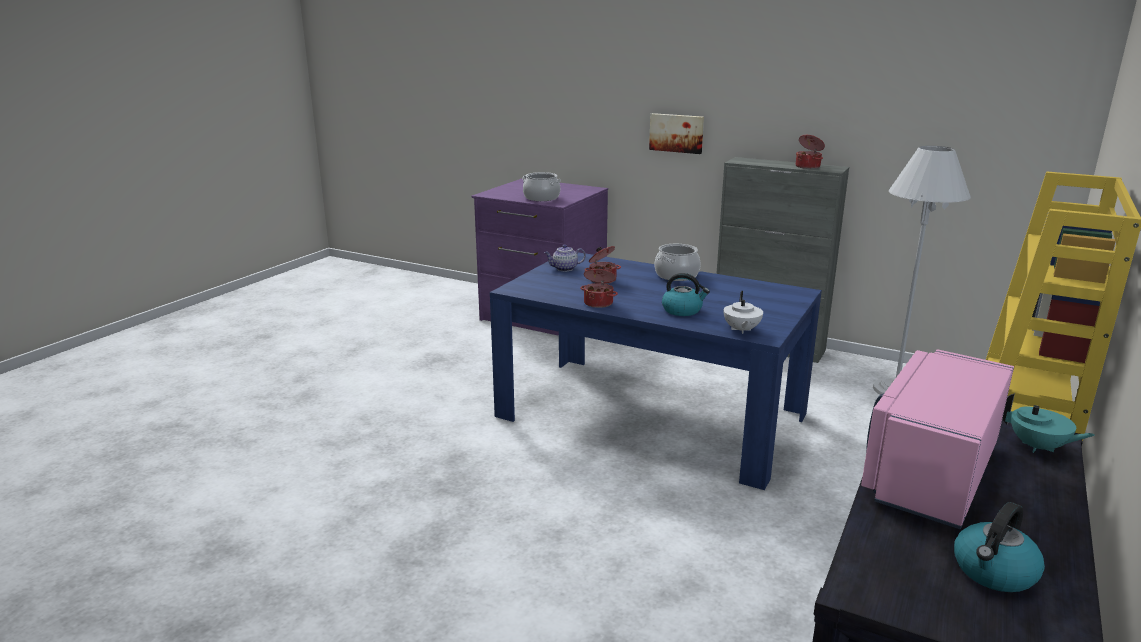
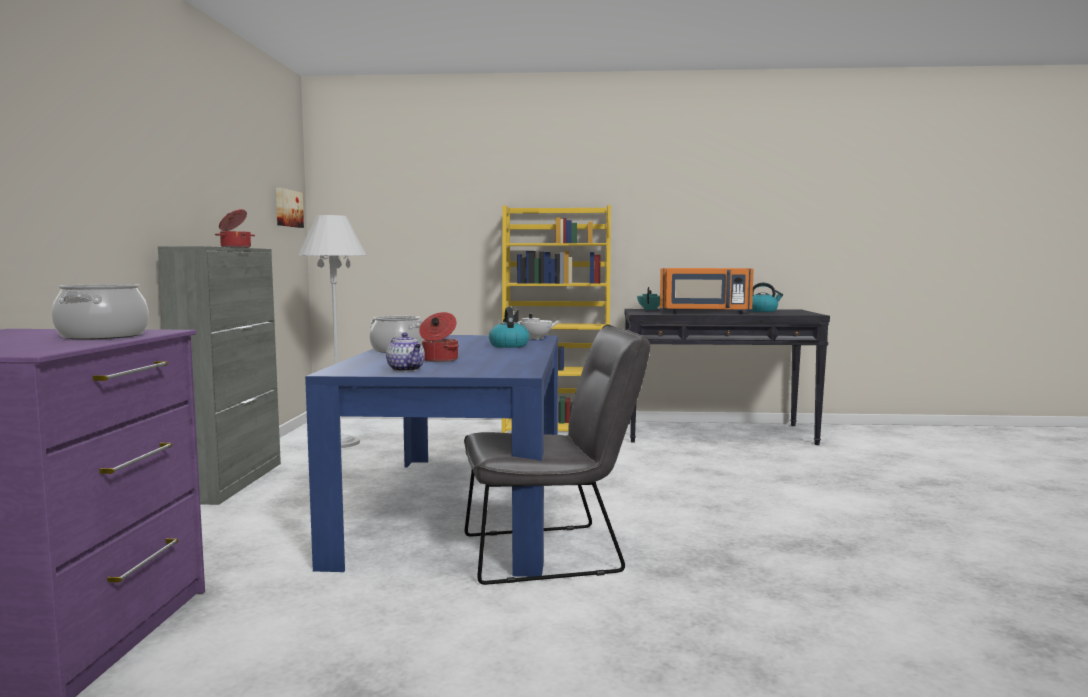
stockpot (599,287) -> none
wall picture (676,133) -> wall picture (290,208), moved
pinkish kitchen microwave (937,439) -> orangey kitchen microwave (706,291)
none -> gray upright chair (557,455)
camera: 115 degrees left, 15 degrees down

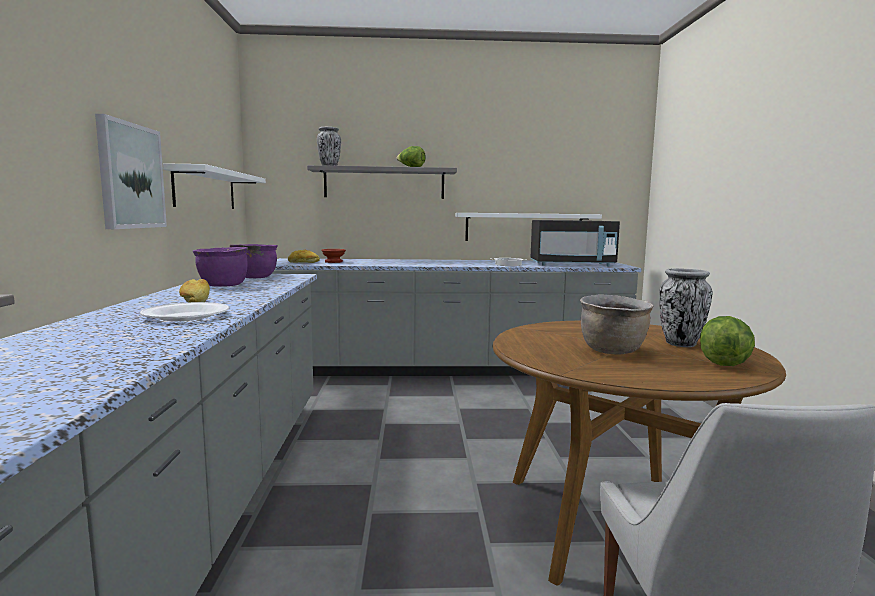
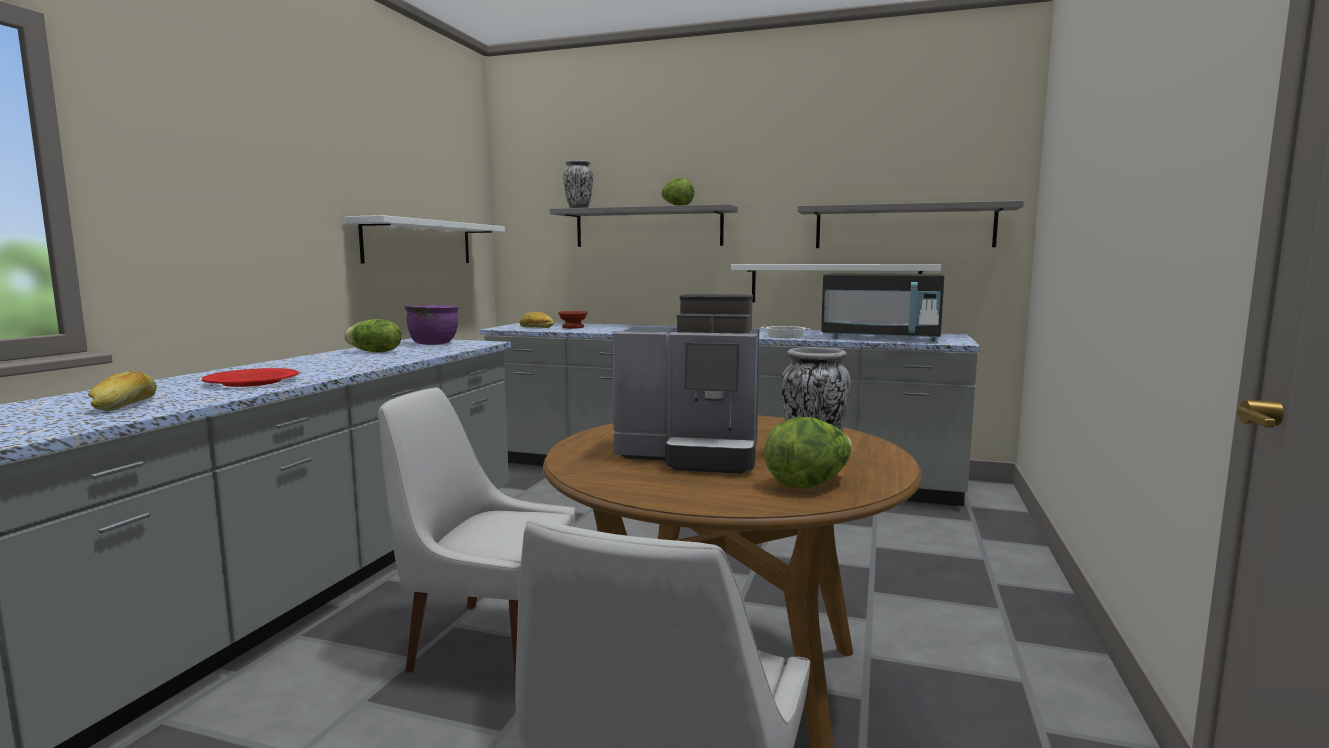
wall picture (131,171) -> none
white dinner plate (184,311) -> red dinner plate (250,377)
bakery bread (194,291) -> bakery bread (122,391), moved
purple stockpot (220,267) -> head of lettuce (373,335)
brownish stockpot (617,324) -> coffee brewer (685,384)
none -> white upright chair (476,533)
none -> gray bracket shelf (911,224)
camera: 20 degrees right, 0 degrees up

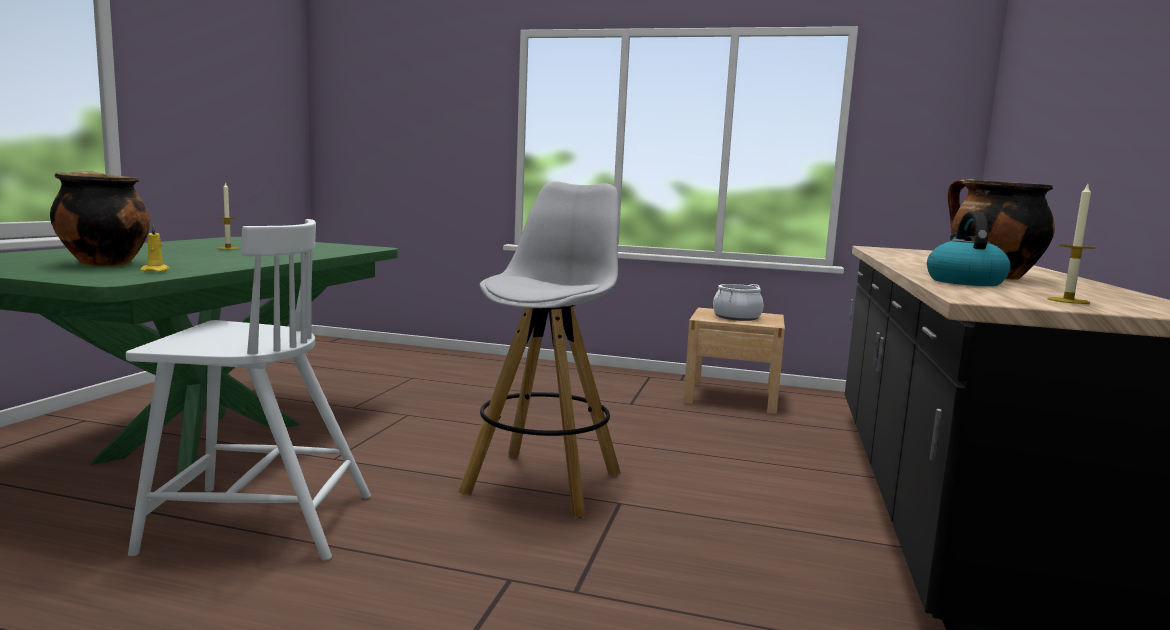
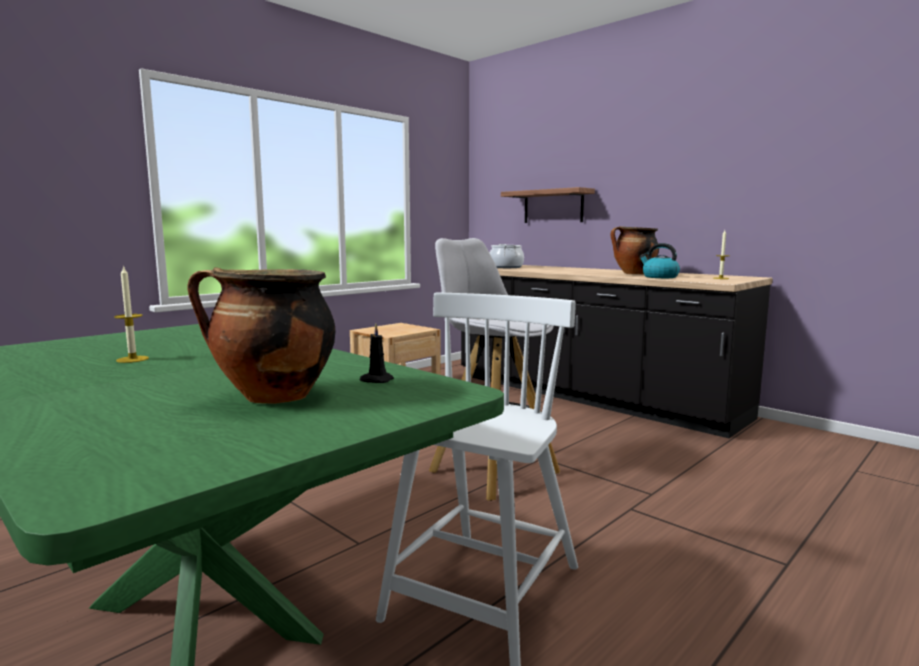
yellow-coloured wax candle (155,248) -> blackish wax candle (377,353)
stockpot (738,302) -> stockpot (507,256), moved
none -> bracket shelf (548,205)
camera: 60 degrees left, 0 degrees up

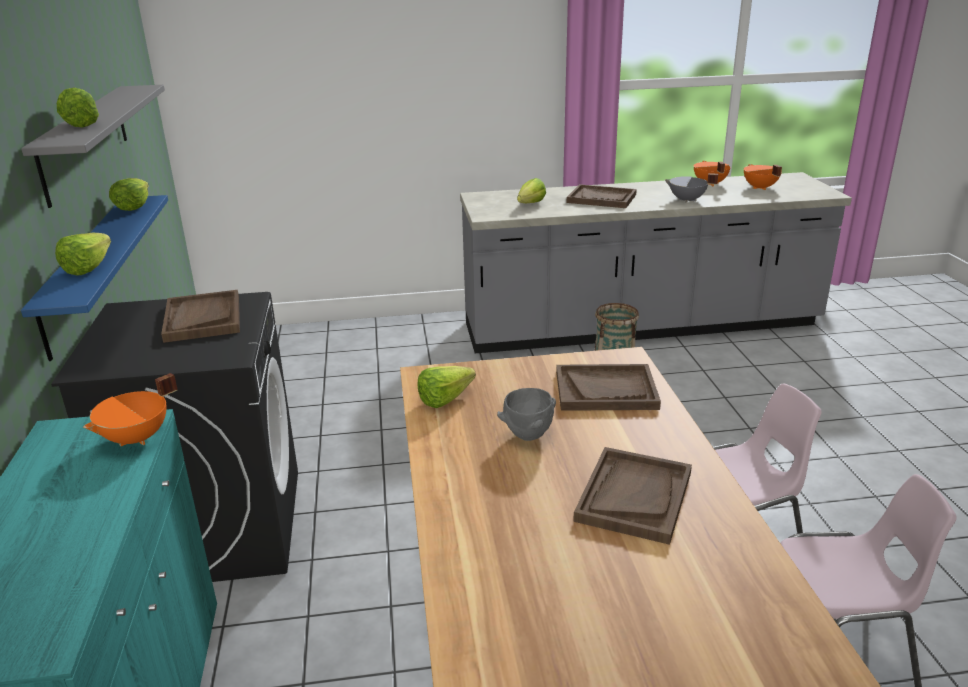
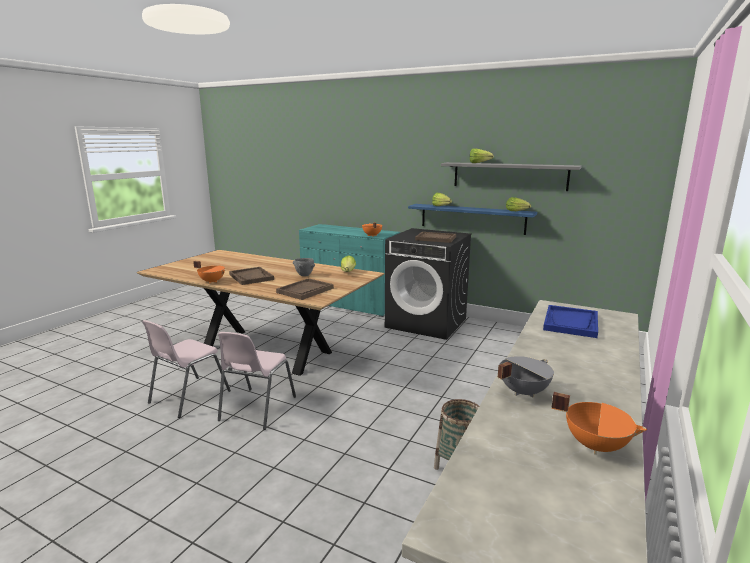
head of lettuce (531,190) -> bluish carrying tray (570,321)
brownish carrying tray (602,196) -> none
orangey stockpot (763,177) -> orangey stockpot (209,272), moved
camera: 125 degrees right, 10 degrees down

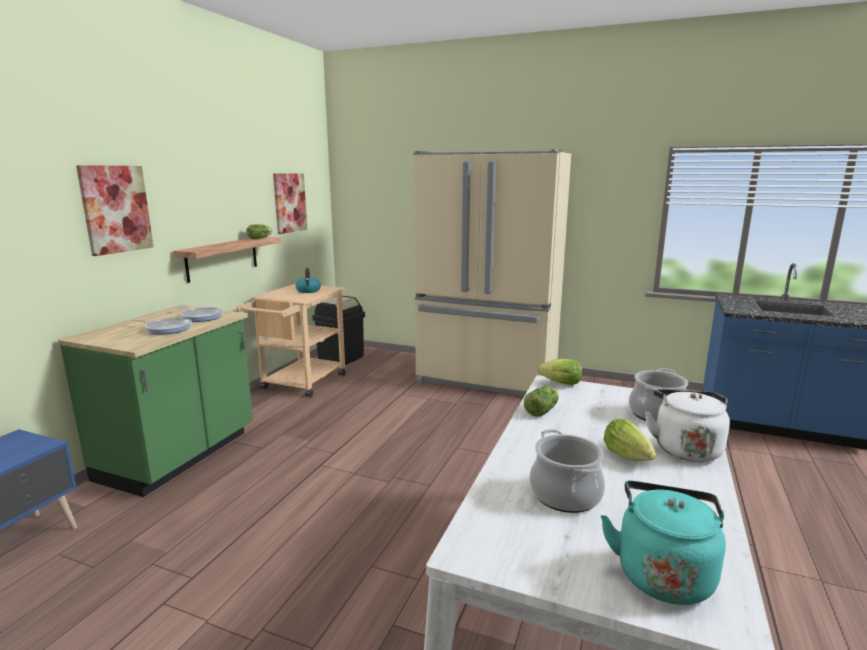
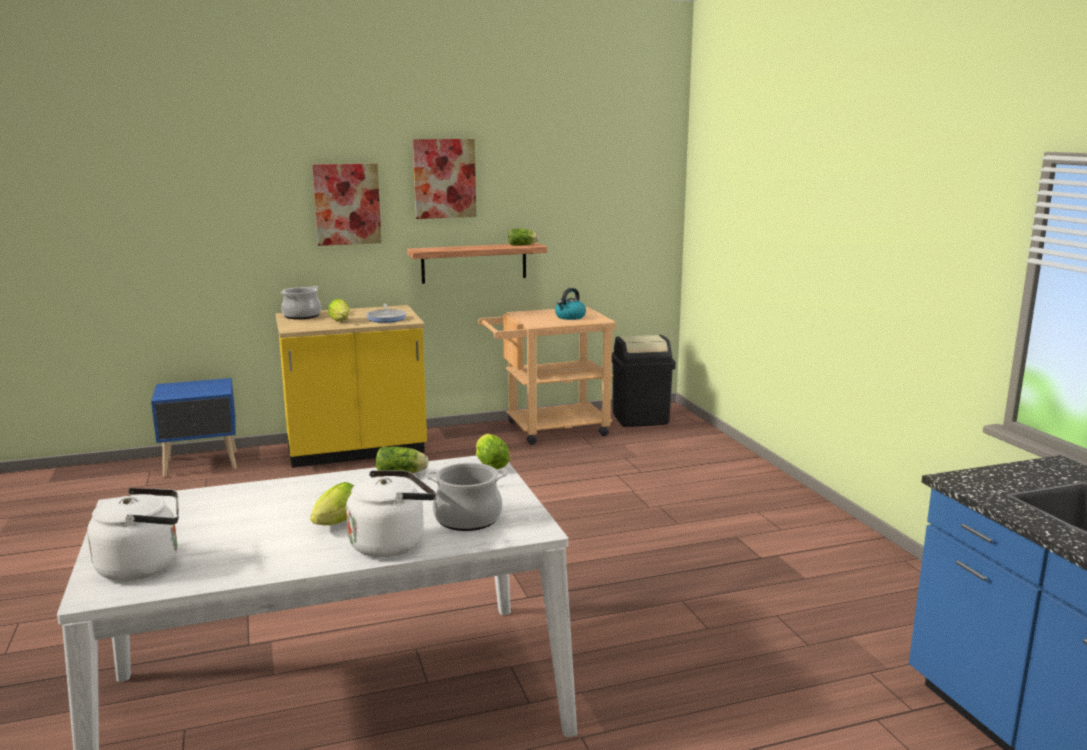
green-coloured counter (155,401) -> yellow-coloured counter (351,386)
pan (162,326) -> head of lettuce (339,310)
wall picture (290,203) -> wall picture (444,179), moved
beige fridge (492,272) -> none
stockpot (567,471) -> stockpot (300,302), moved
blue-green water kettle (663,542) -> white water kettle (133,534)
camera: 50 degrees right, 0 degrees up

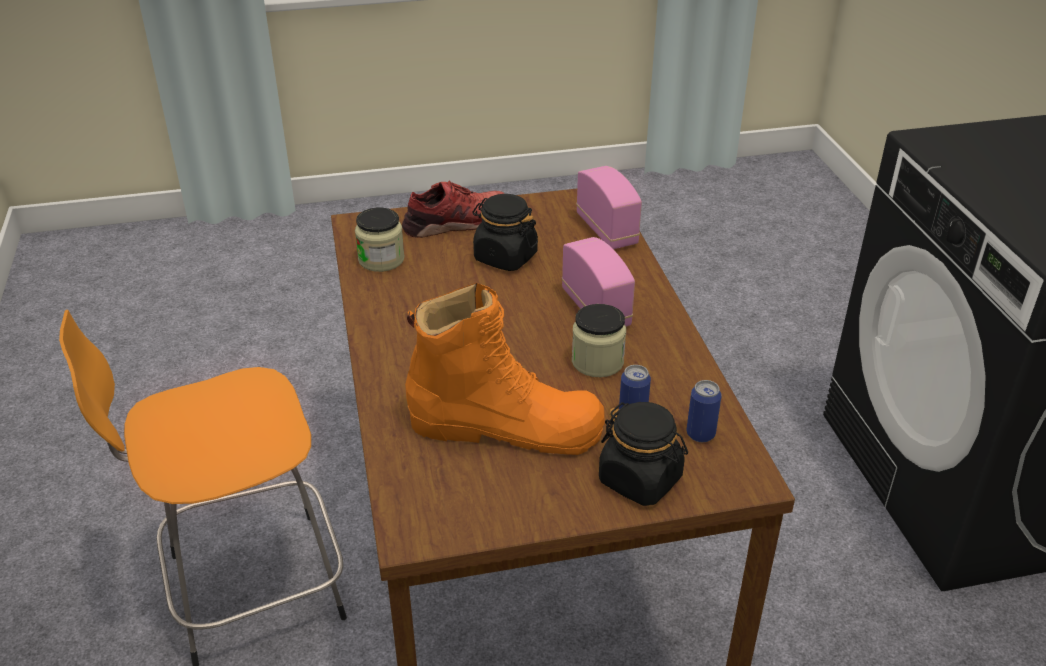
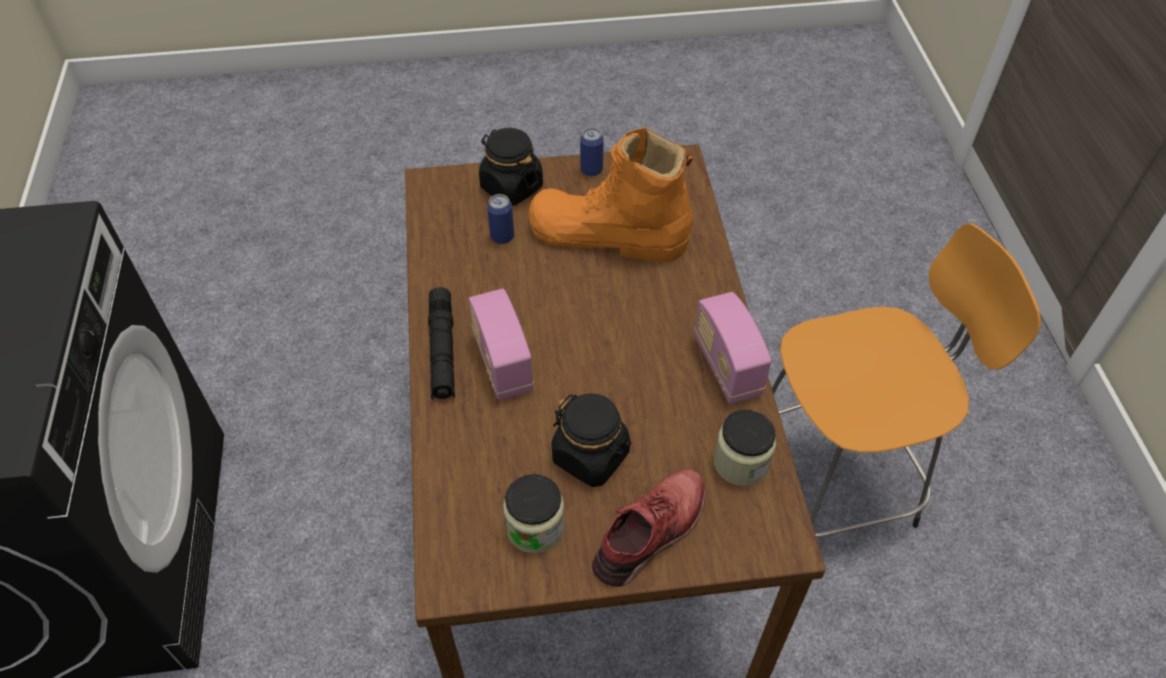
red shoe (453,209) -> red shoe (648,527), 150 degrees clockwise
storage jar (599,340) -> storage jar (534,513), moved
radio (609,207) -> radio (732,348), moved
sealed can (704,411) -> sealed can (592,152), moved
none -> blackish torch (441,343)
camera: 175 degrees left, 15 degrees up

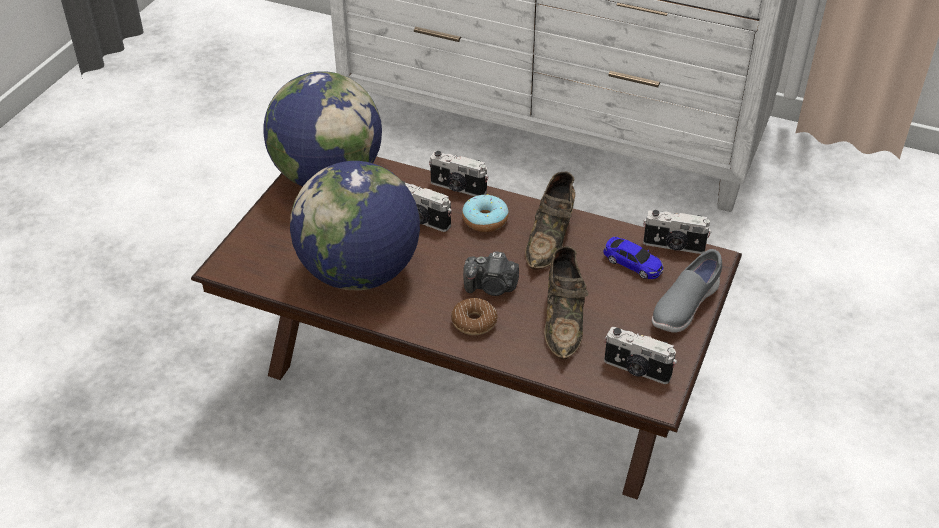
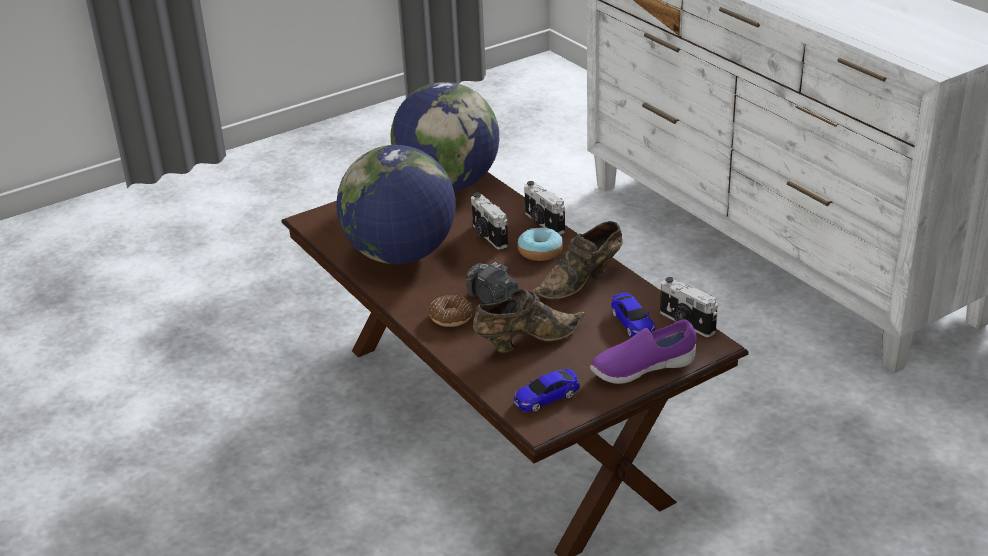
brownish shoe (566,303) -> brownish shoe (529,321), 150 degrees counterclockwise
photo camera (640,355) -> model car (547,390)
gray shoe (687,291) -> purple shoe (643,351)
camera: 35 degrees right, 10 degrees down

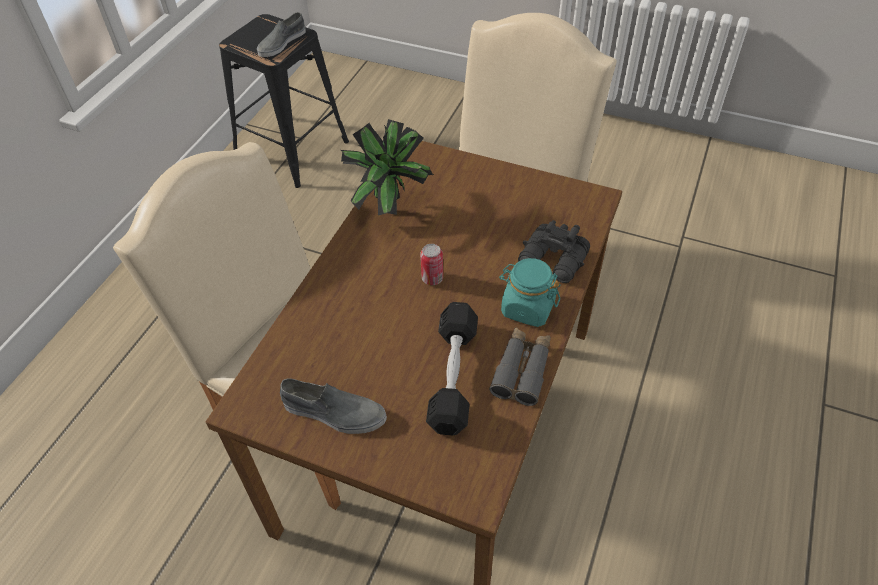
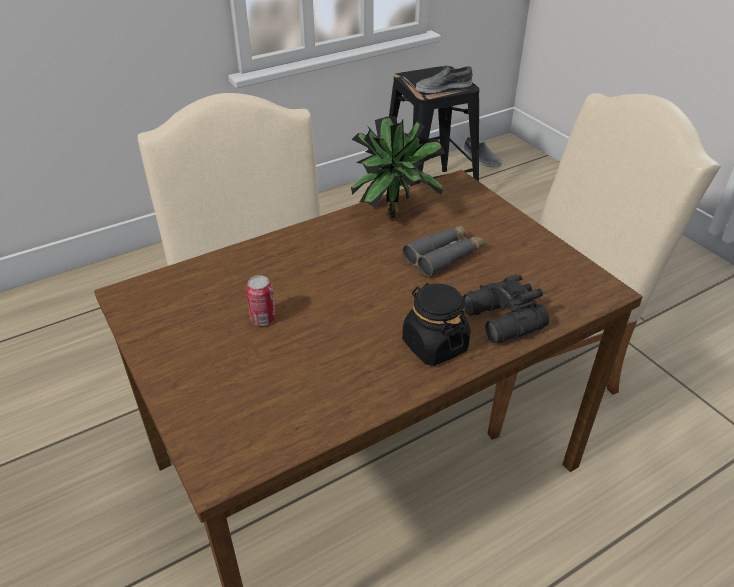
gray shoe (333,406) -> gray shoe (483,152), moved
sealed can (431,264) -> sealed can (261,300), moved
blackish hand weight (452,368) -> none
gray field glasses (520,366) -> gray field glasses (443,251), moved
blue-green storage jar (530,292) -> blackish storage jar (436,324)
camera: 35 degrees right, 10 degrees down

